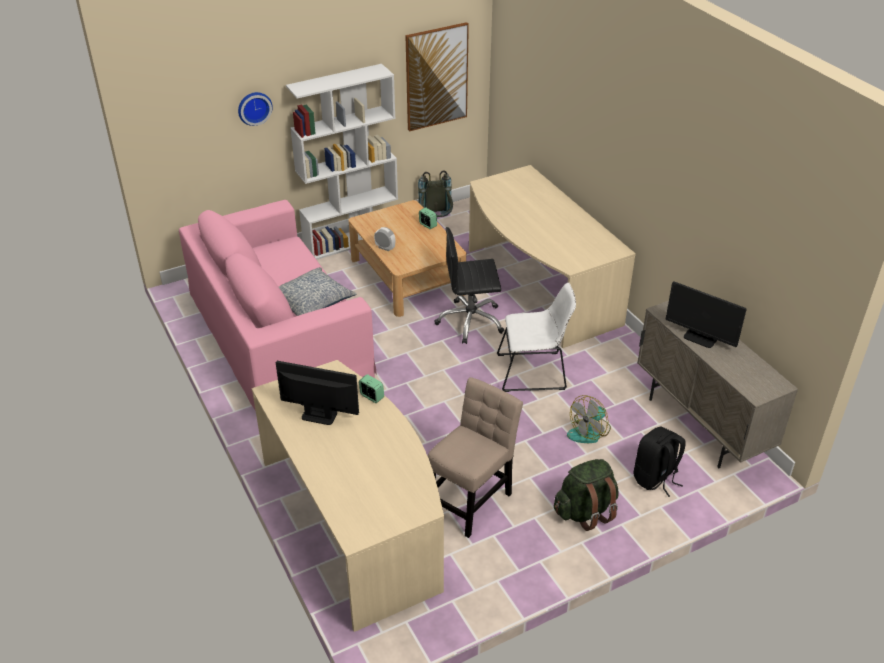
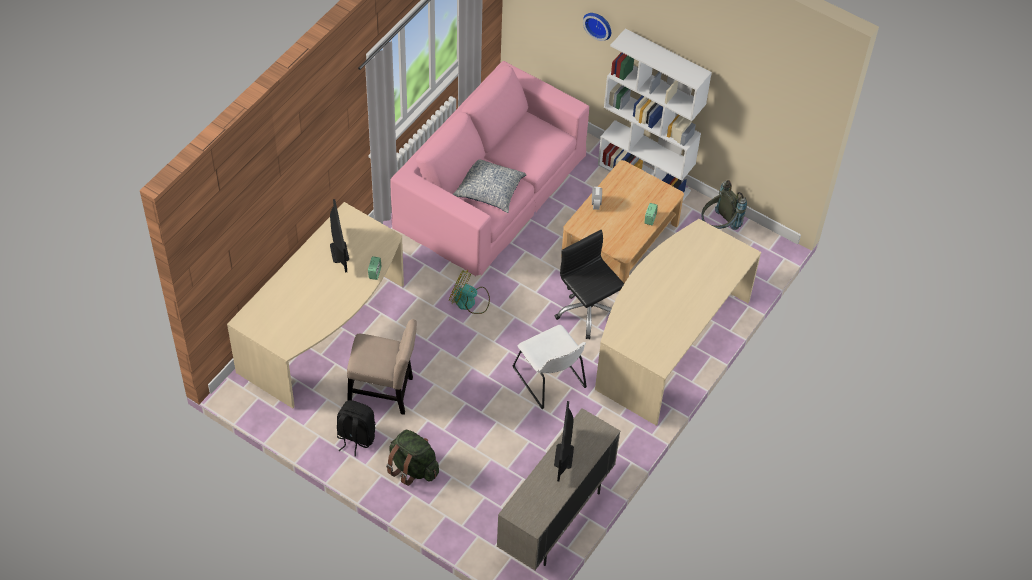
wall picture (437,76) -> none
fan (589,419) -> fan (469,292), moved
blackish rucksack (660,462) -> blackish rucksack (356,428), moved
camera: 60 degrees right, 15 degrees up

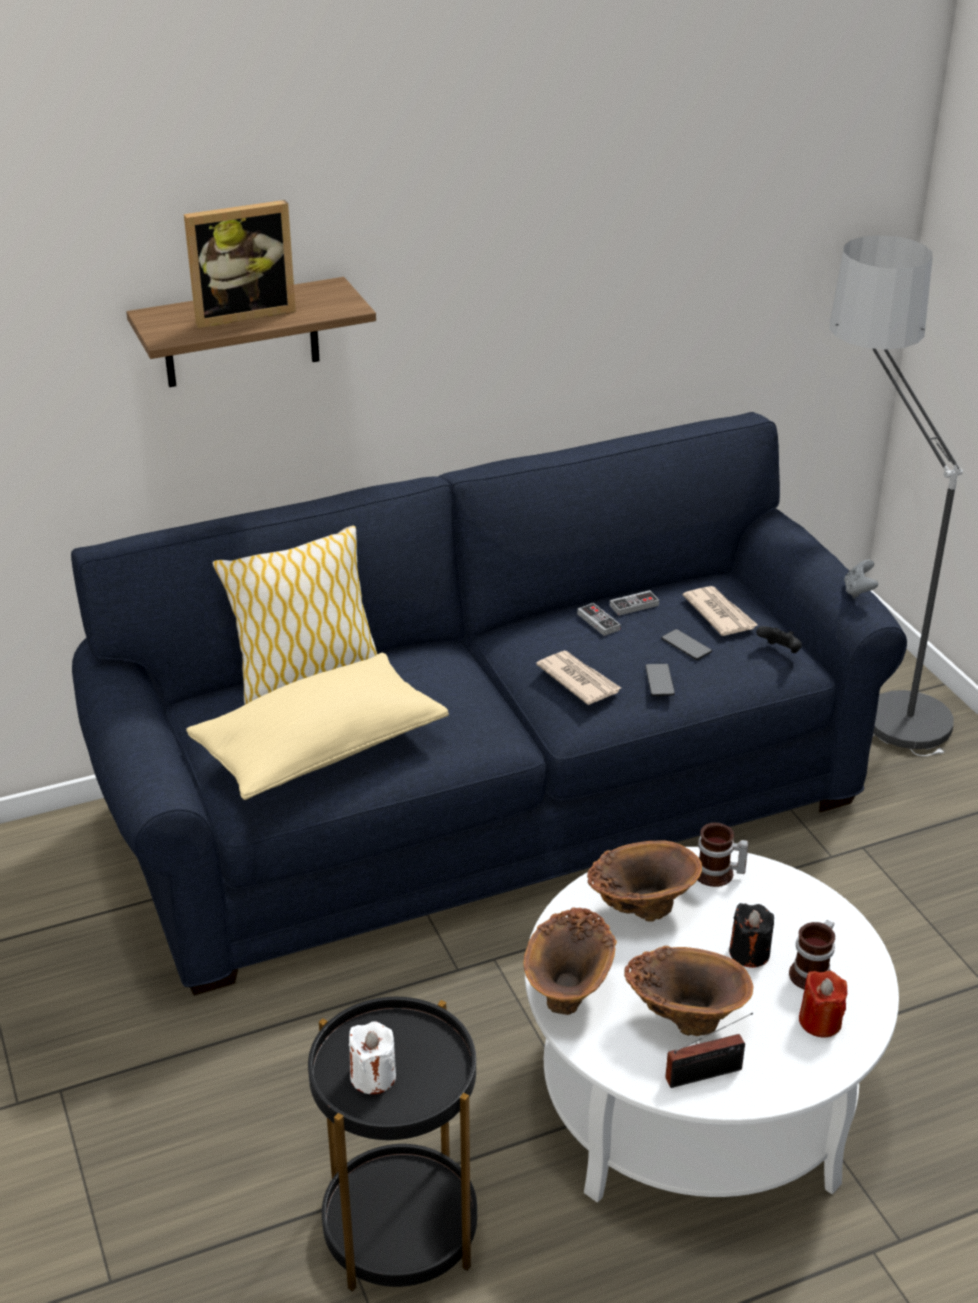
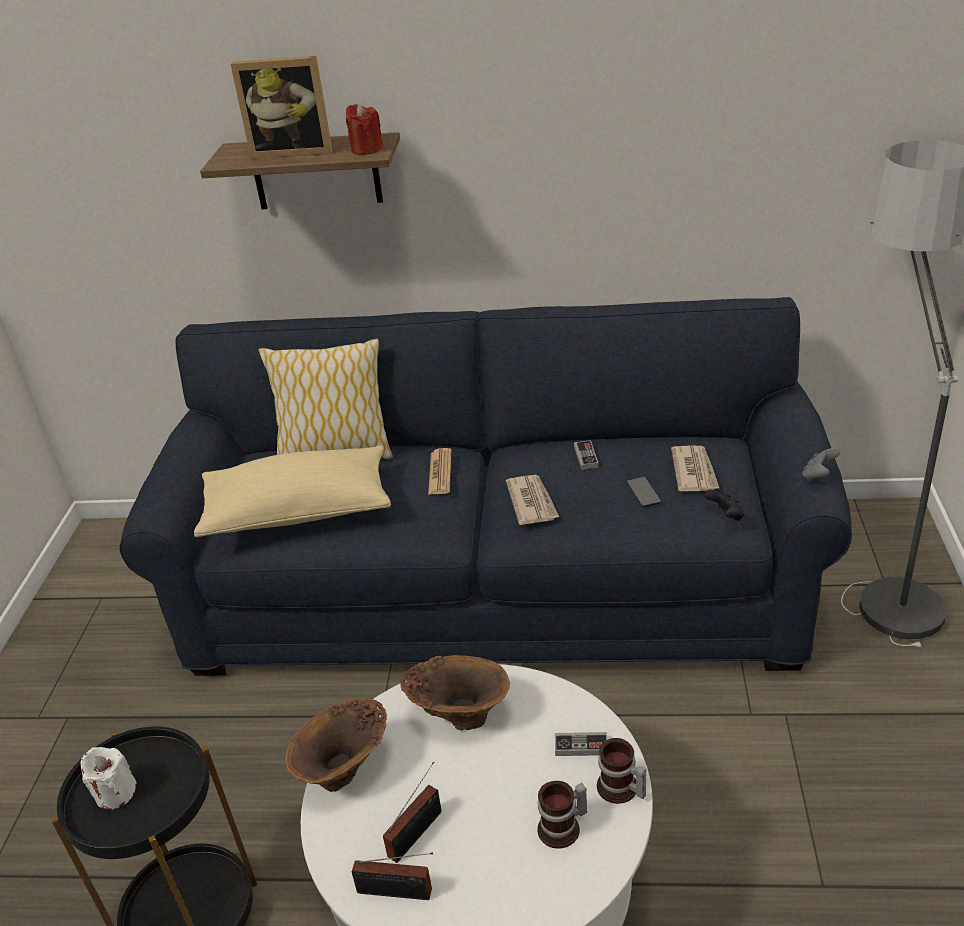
gamepad (634,603) -> gamepad (581,744), moved
brownish vase (689,991) -> radio (412,812)
phone (660,680) -> none
coffee mug (722,854) -> coffee mug (622,771), moved
blackish wax candle (751,935) -> none
red wax candle (823,1004) -> red wax candle (364,129), moved
none -> daily paper (440,471)
camera: 30 degrees right, 0 degrees up

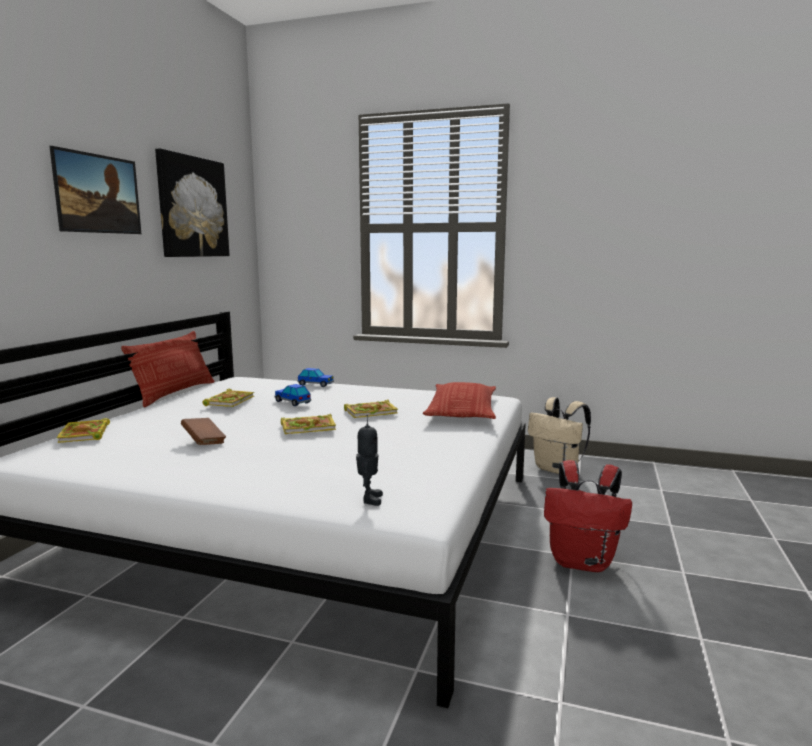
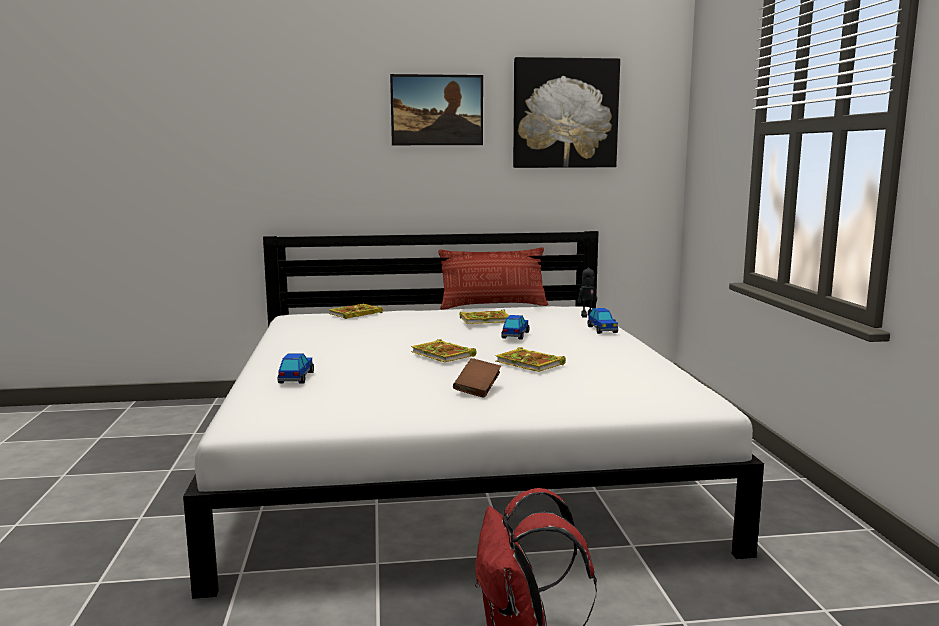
brownish bound book (203,431) -> brownish bound book (477,377), moved
robot figure (369,460) -> robot figure (587,289), moved
throw pillow (459,400) -> none
beige rucksack (559,435) -> none
none -> model car (295,368)
camera: 65 degrees right, 0 degrees up

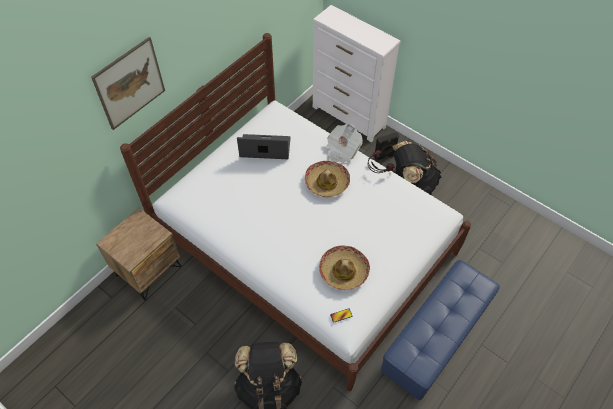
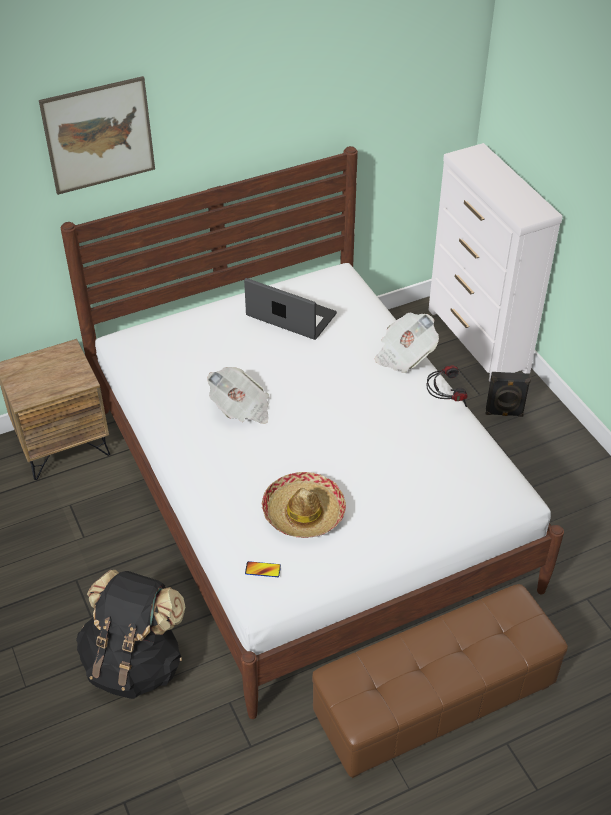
wearable hat (327,179) -> none
bluish footrest (440,330) -> brownish footrest (440,681)
blackish rucksack (417,168) -> none
none -> daily paper (238,395)
camera: 25 degrees right, 10 degrees down

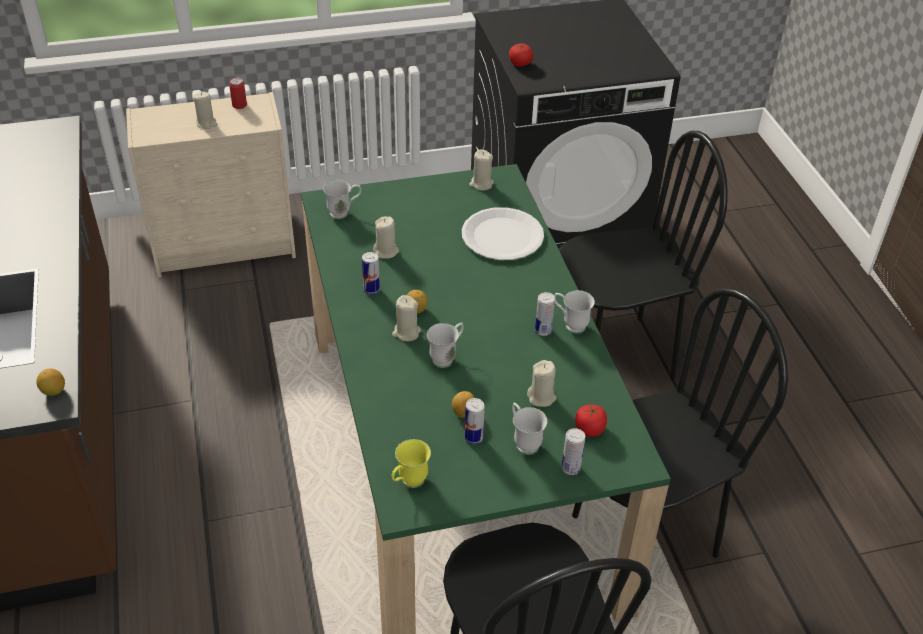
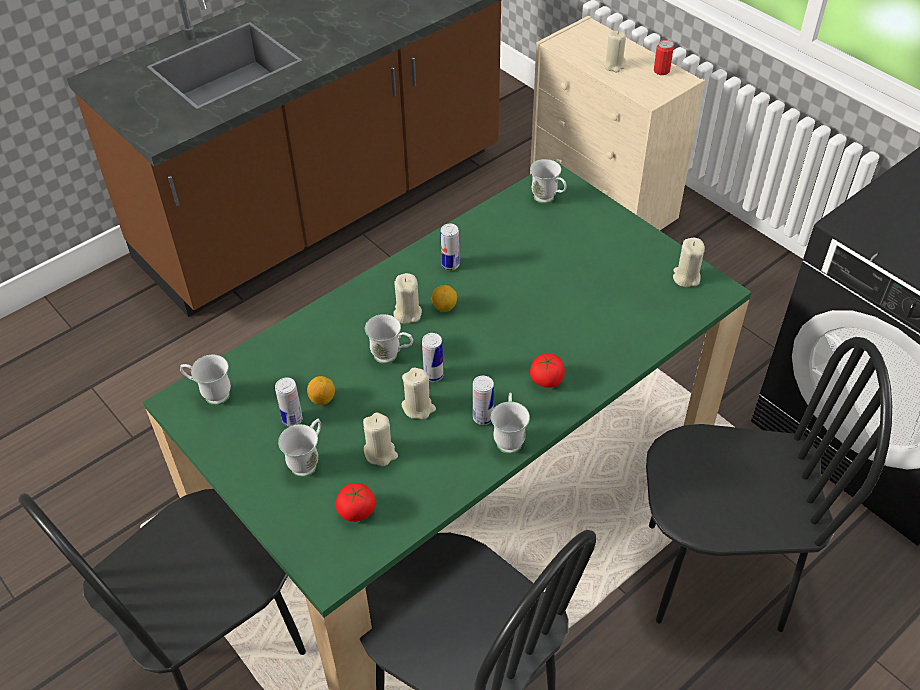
lemon (50,382) -> none
beige wax candle (386,237) -> beige wax candle (419,393), moved
yellow-coloured coffee mug (411,463) -> white coffee mug (205,380)
white dinner plate (503,233) -> none
tomato (521,55) -> tomato (547,370), moved
blackish upright chair (643,255) -> blackish upright chair (769,484), 45 degrees counterclockwise
sealed can (573,451) -> sealed can (433,357), moved
camera: 65 degrees right, 5 degrees up

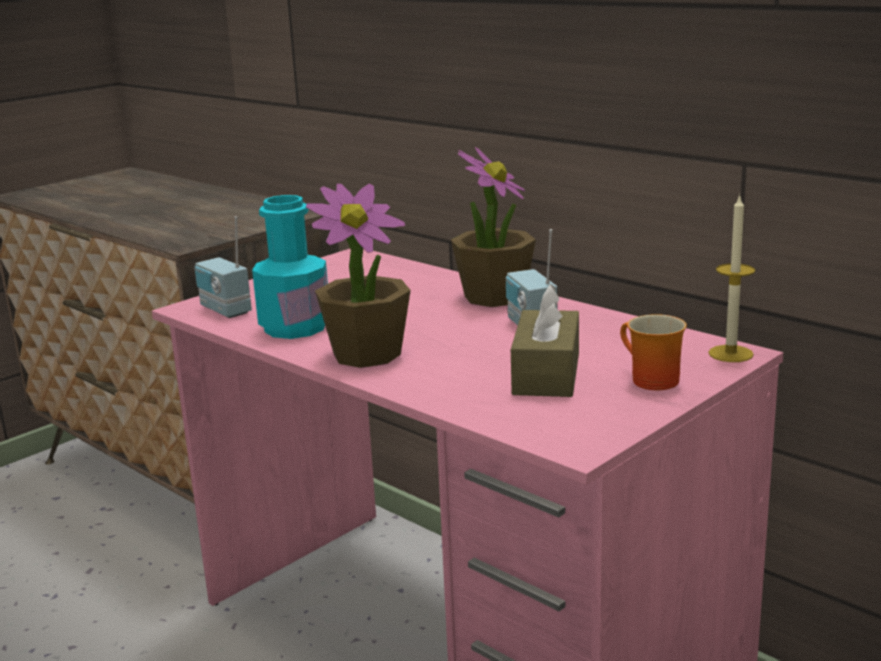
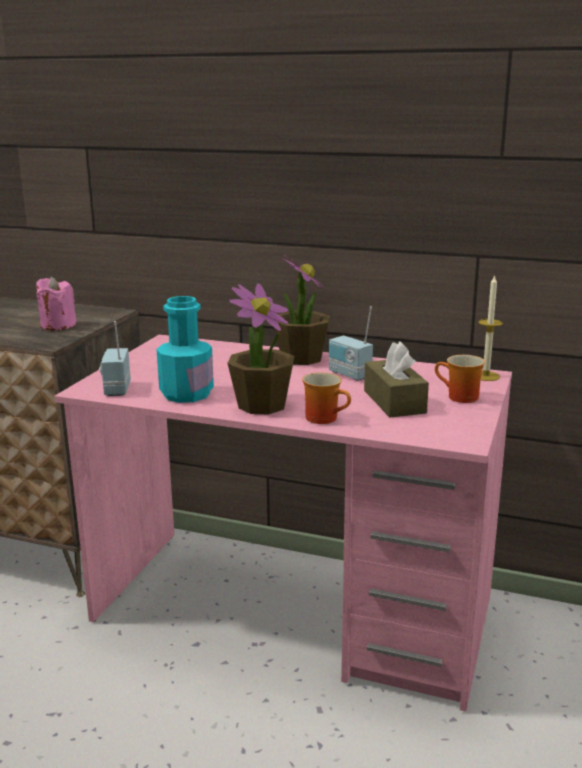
radio (223,267) -> radio (115,358), 60 degrees clockwise
none -> pinkish wax candle (56,304)
none -> coffee mug (326,398)
camera: 25 degrees left, 0 degrees up

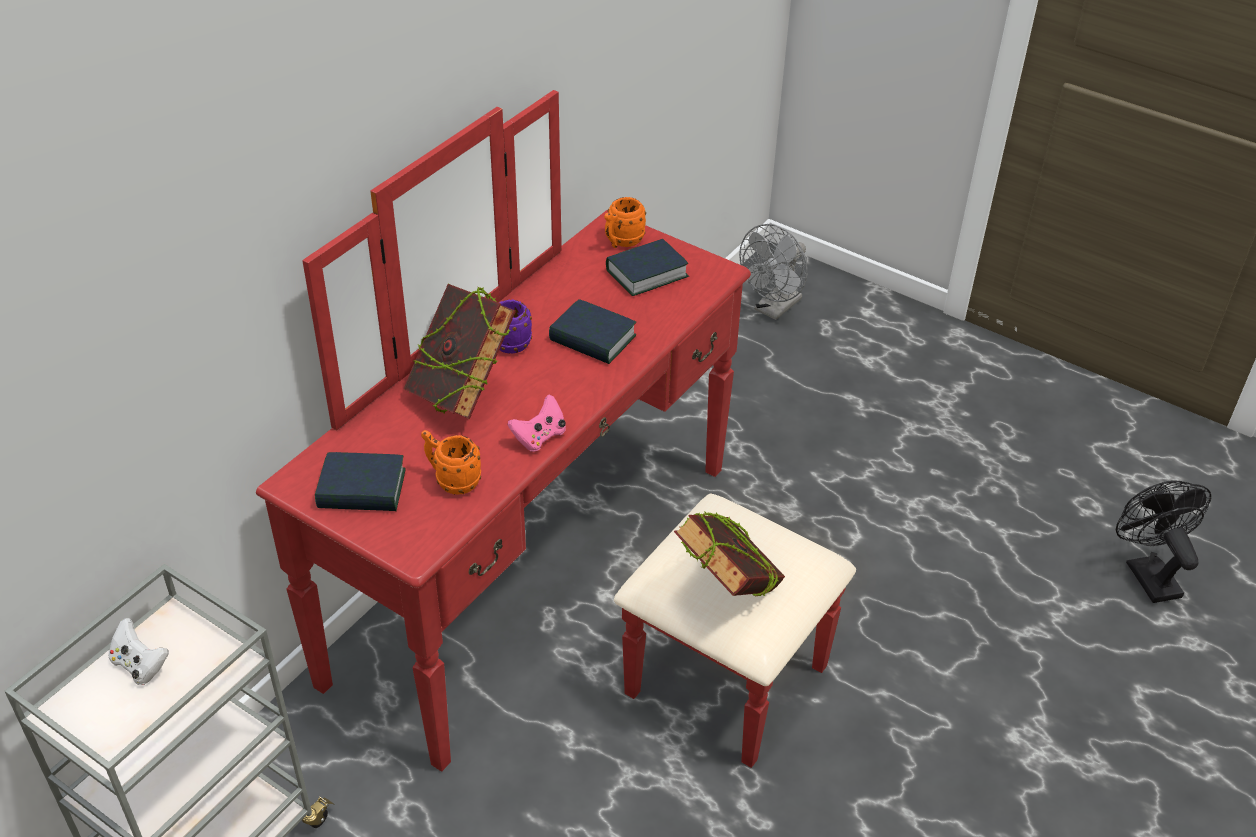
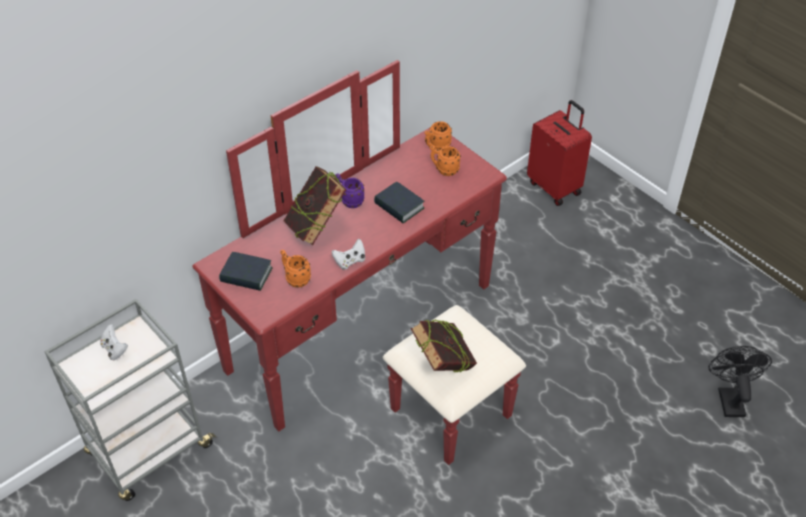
pinkish gamepad (536,423) -> white gamepad (348,254)
bound book (647,267) -> orangey coffee mug (445,161)
gray fan (773,272) -> red travel case (559,153)
camera: 15 degrees right, 5 degrees up

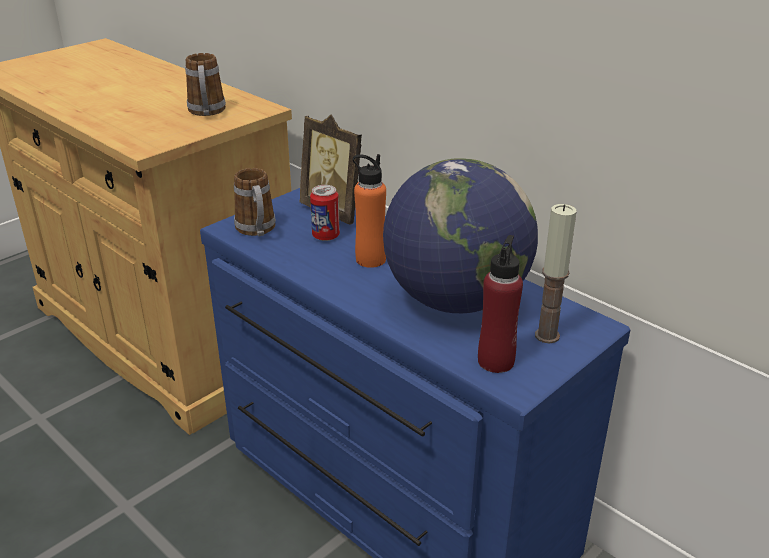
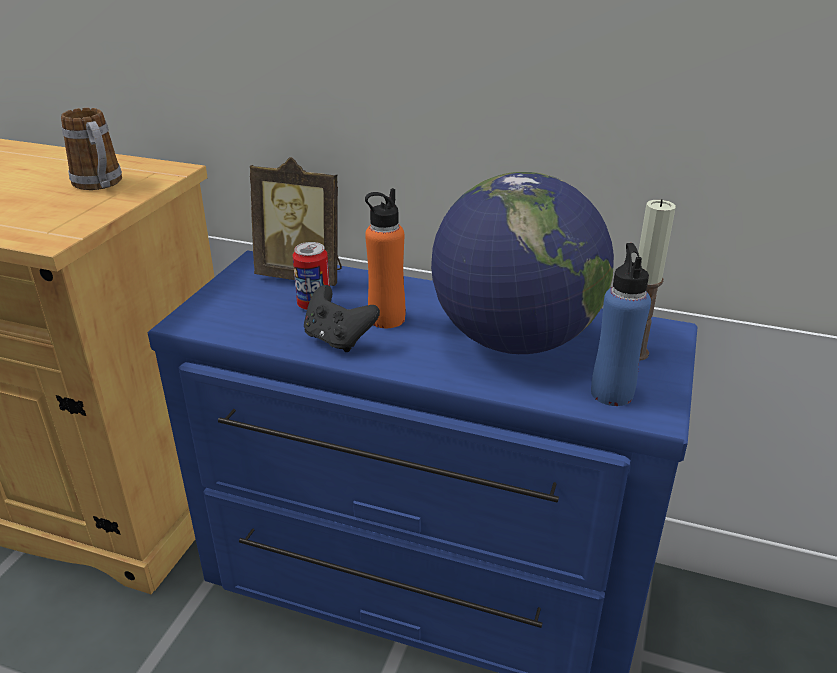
coffee mug (255,202) -> none
red drink bottle (500,304) -> bluish drink bottle (621,324)
none -> blackish gamepad (342,318)
camera: 25 degrees left, 0 degrees up

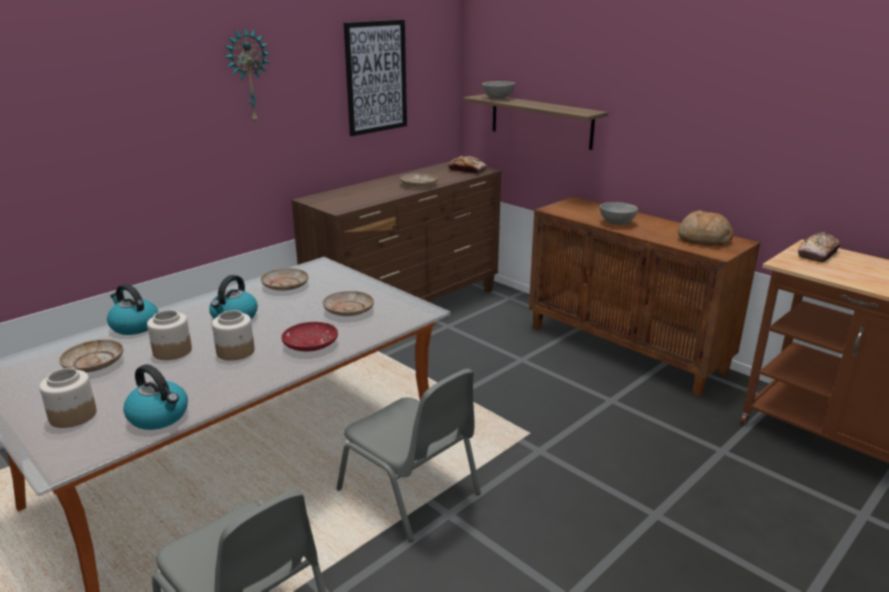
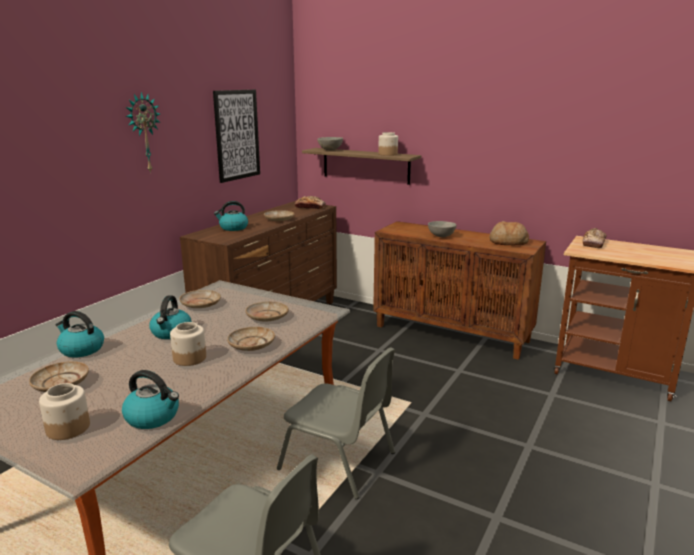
storage jar (169,335) -> storage jar (388,144), moved
red dinner plate (309,336) -> beige dinner plate (251,339)
none -> water kettle (231,216)
camera: 15 degrees left, 5 degrees down

